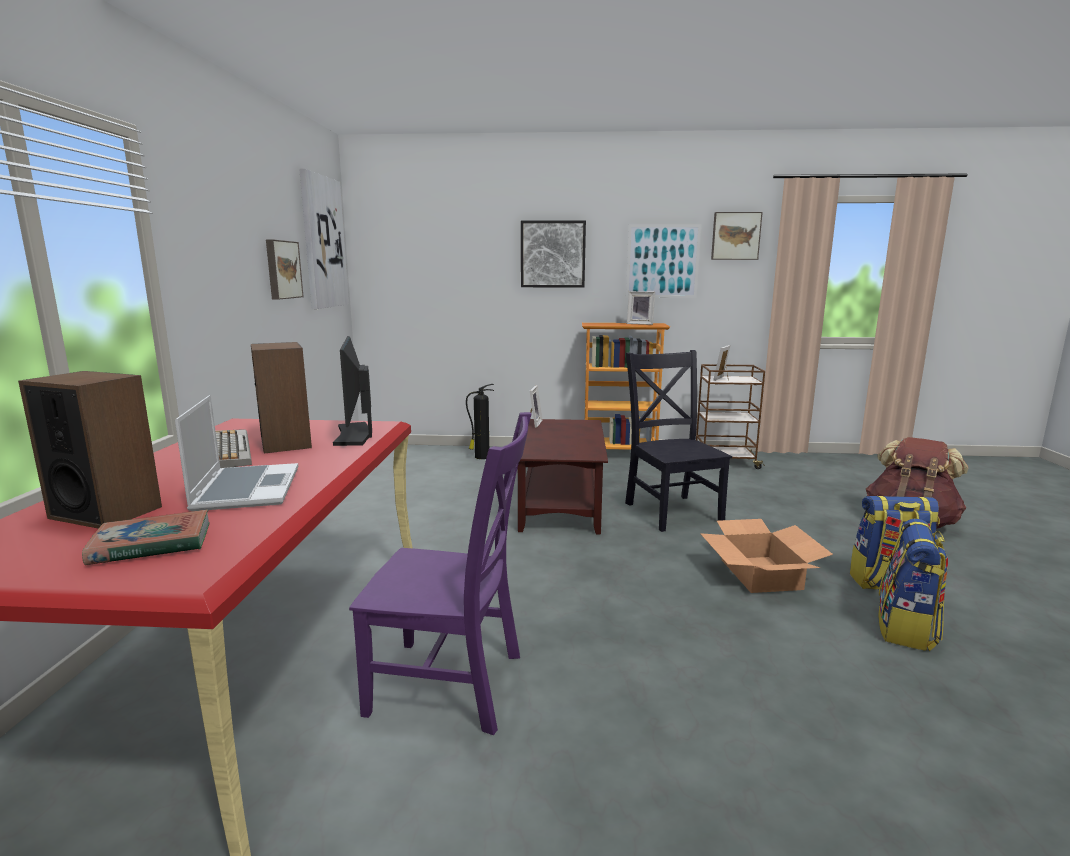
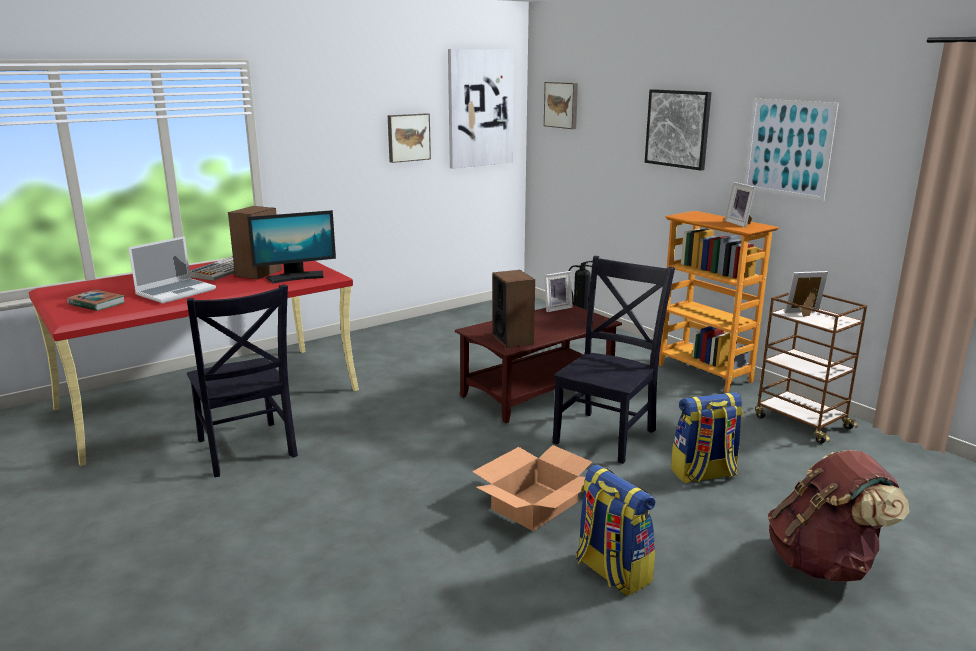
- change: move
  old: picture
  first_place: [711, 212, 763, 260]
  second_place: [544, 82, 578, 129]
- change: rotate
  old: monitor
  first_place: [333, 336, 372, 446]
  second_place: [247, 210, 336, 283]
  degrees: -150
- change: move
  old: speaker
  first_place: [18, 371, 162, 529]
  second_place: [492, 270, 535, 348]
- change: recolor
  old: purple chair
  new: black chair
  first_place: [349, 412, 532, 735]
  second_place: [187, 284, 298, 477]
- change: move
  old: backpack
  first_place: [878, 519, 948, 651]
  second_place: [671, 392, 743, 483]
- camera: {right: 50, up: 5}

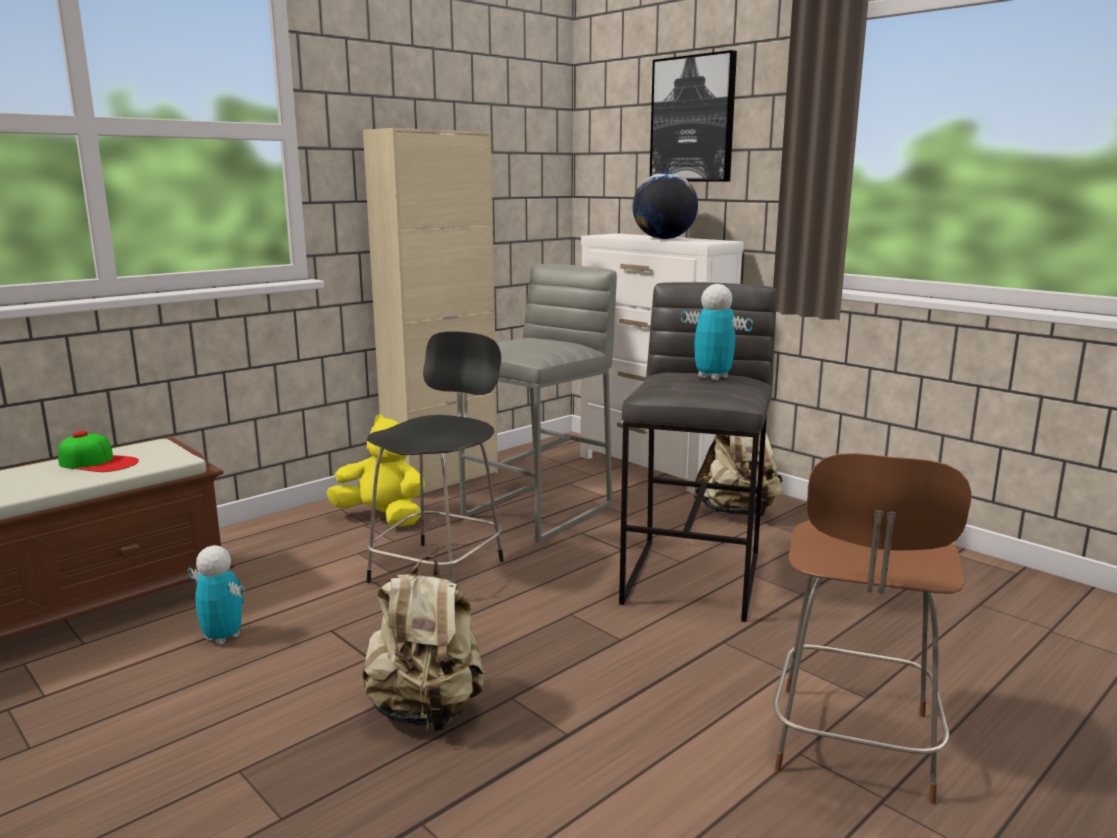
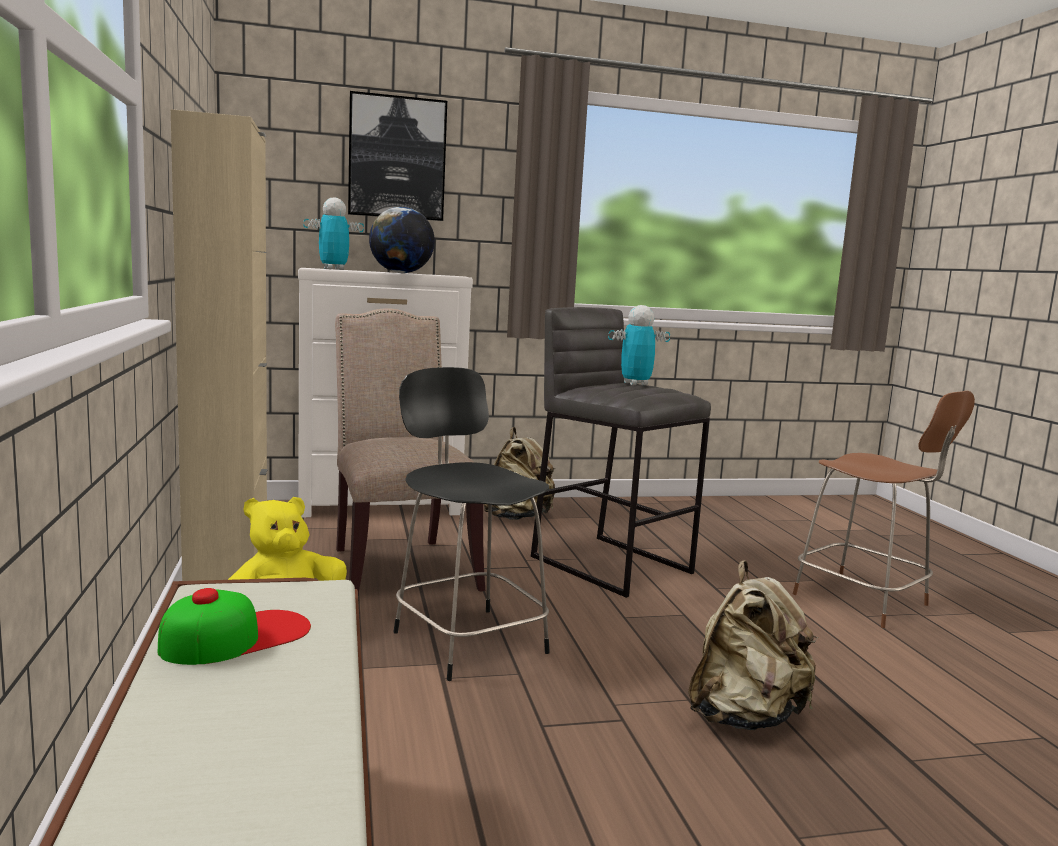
- change: replace
  old: grey stool
  new: beige chair
  first_place: [457, 264, 617, 543]
  second_place: [335, 308, 485, 594]
- change: move
  old: toy robot
  first_place: [188, 545, 246, 645]
  second_place: [303, 197, 364, 270]
- camera: {right: -60, up: -5}

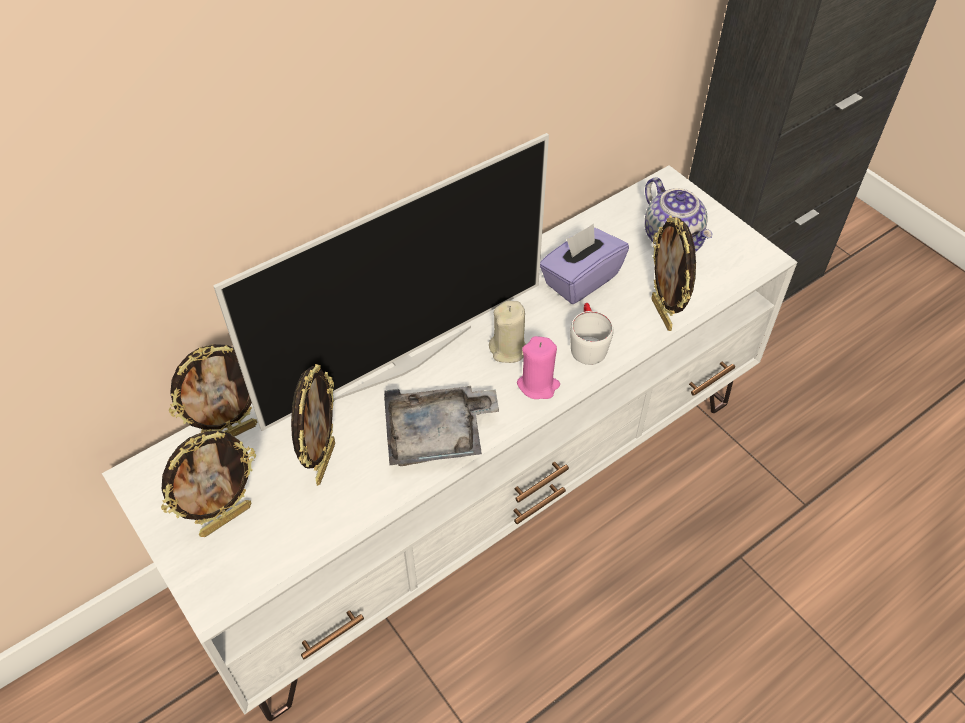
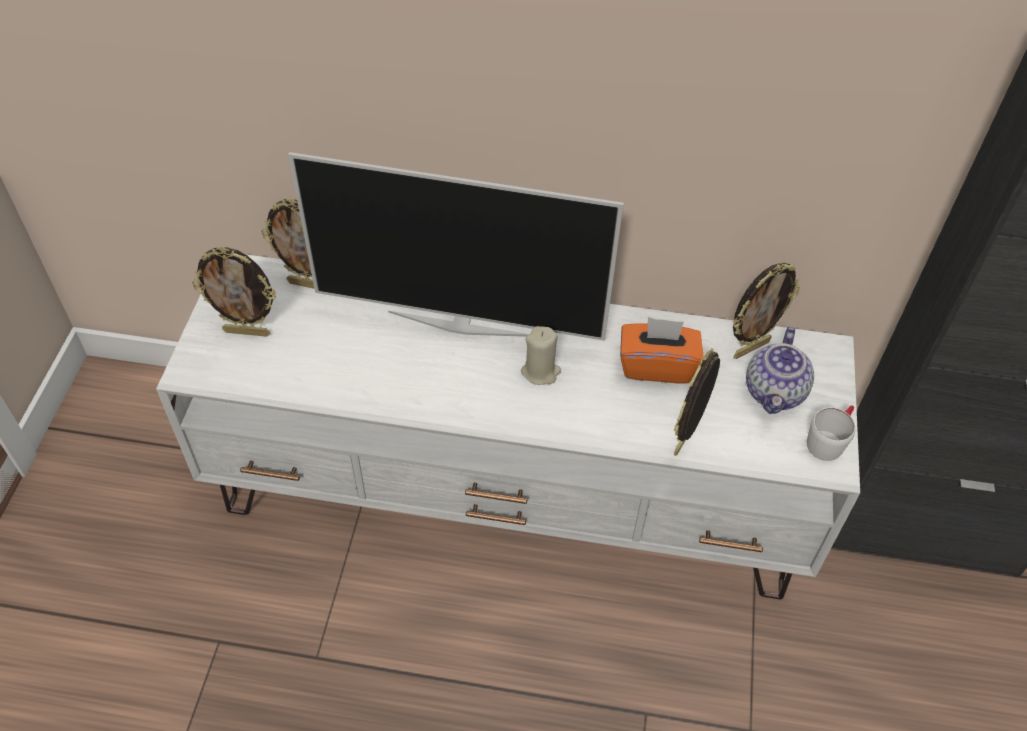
- change: recolor
  old: purple tissue box
  new: orange tissue box
  first_place: [540, 223, 629, 304]
  second_place: [620, 317, 704, 383]
- change: move
  old: white mug
  first_place: [570, 303, 614, 365]
  second_place: [807, 405, 855, 461]
- change: delete
  old: pink candle
  first_place: [517, 336, 560, 399]
- change: move
  old: picture frame
  first_place: [291, 364, 335, 486]
  second_place: [733, 263, 800, 359]
- change: delete
  old: grey tray
  first_place: [384, 386, 499, 466]
- camera: {right: 45, up: 0}

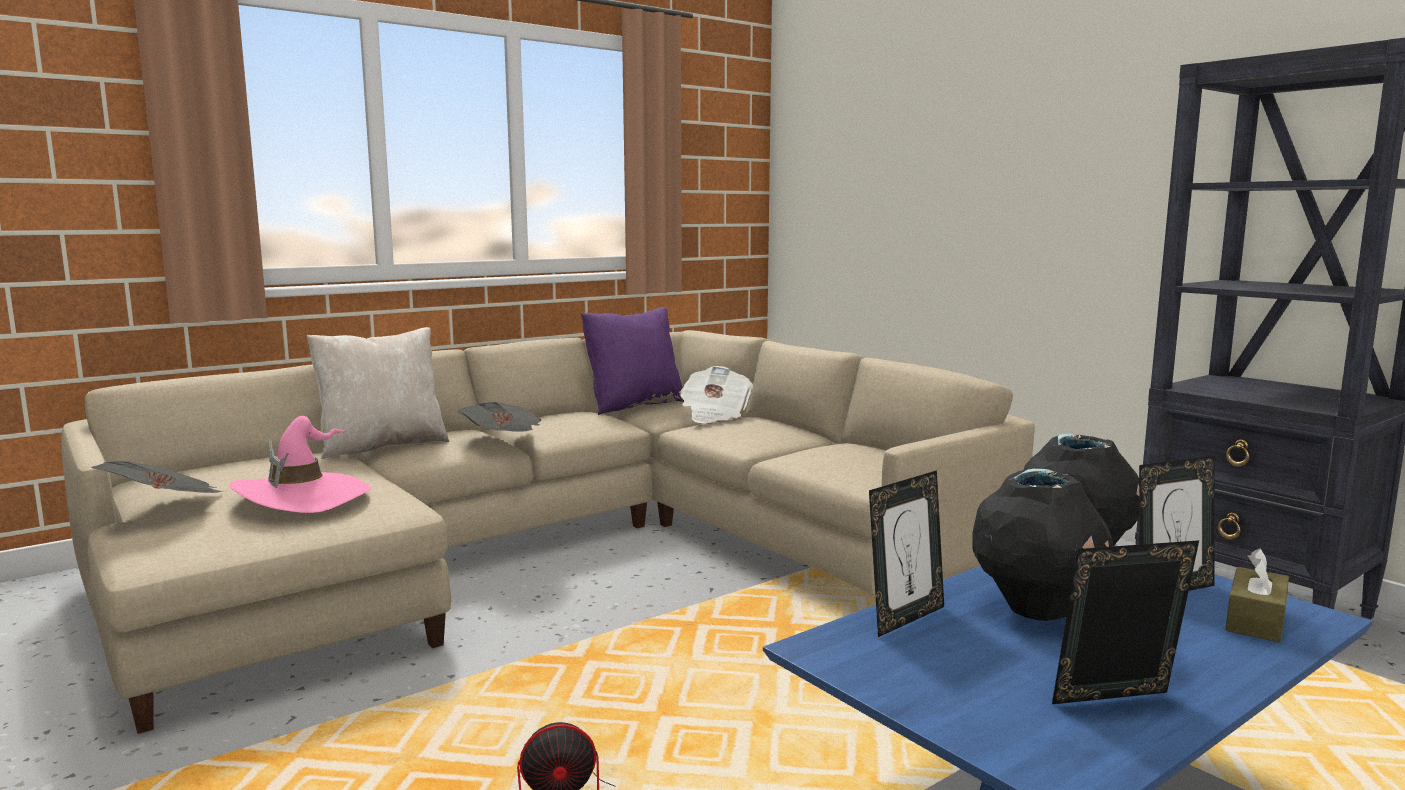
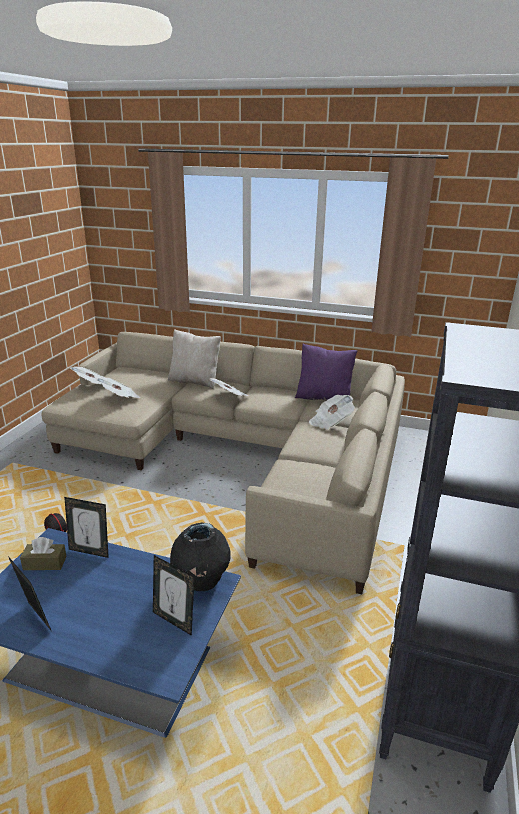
- change: replace
  old: pink hat
  new: newspaper
  first_place: [229, 416, 371, 513]
  second_place: [96, 377, 141, 398]
- change: delete
  old: black vase
  first_place: [972, 469, 1113, 621]
- change: move
  old: brown tissue box
  first_place: [1225, 548, 1289, 643]
  second_place: [20, 537, 67, 570]
- camera: {right: 55, up: 15}

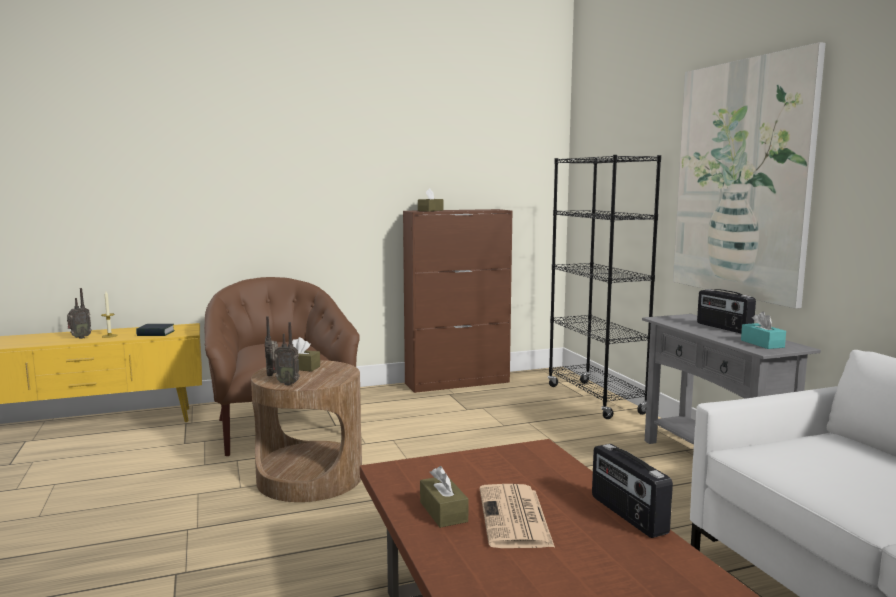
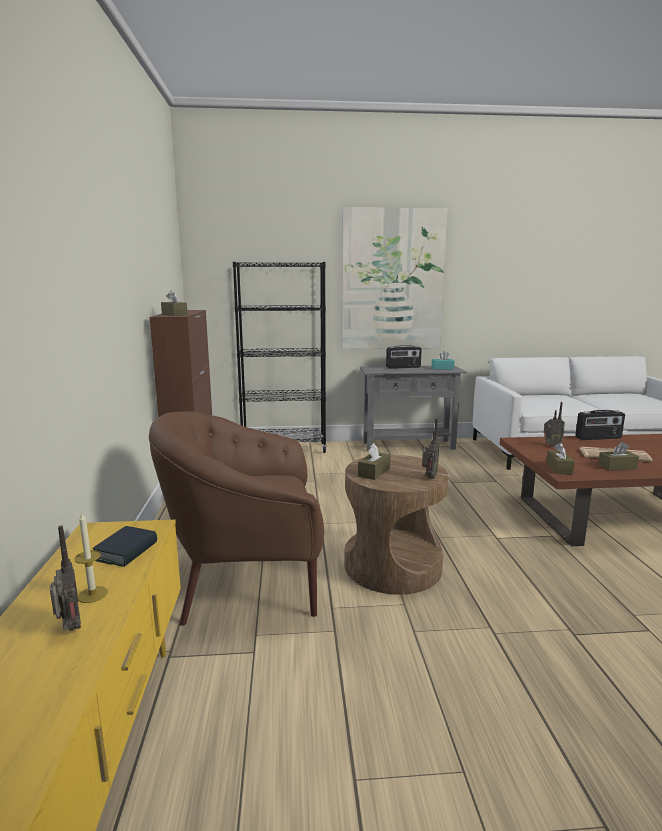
- change: move
  old: radio
  first_place: [265, 316, 278, 376]
  second_place: [544, 402, 565, 447]
- change: insert
  new: brown tissue box
  second_place: [546, 443, 575, 474]
- camera: {right: -75, up: 5}

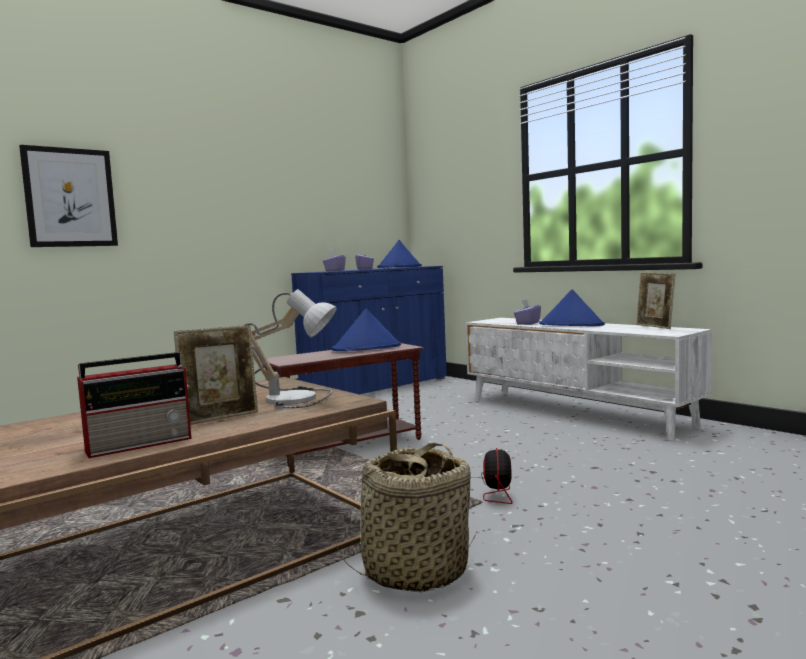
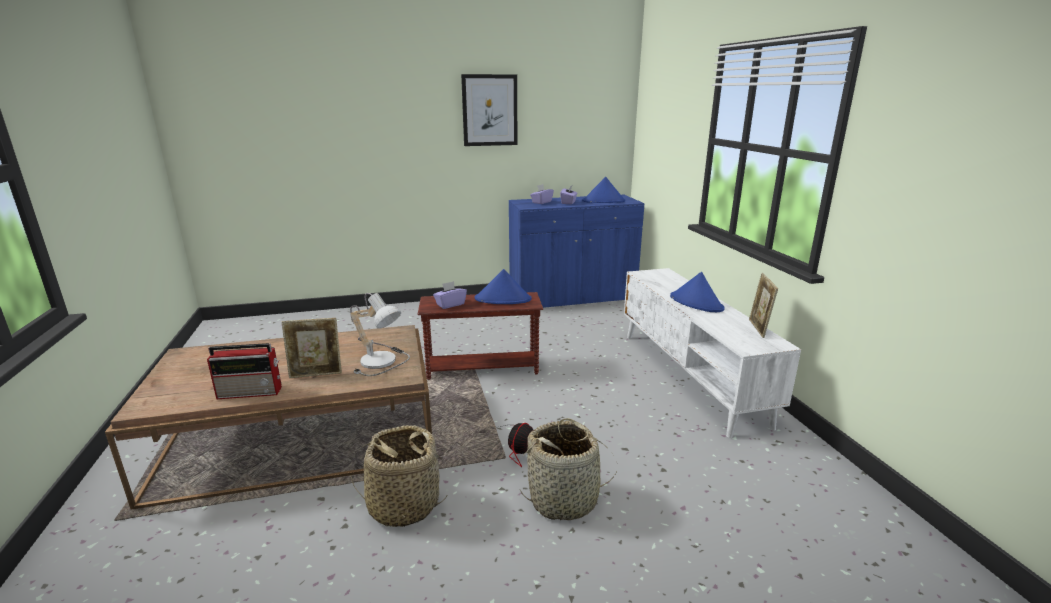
- change: move
  old: picture
  first_place: [19, 145, 118, 247]
  second_place: [461, 74, 517, 146]
- change: move
  old: purple tissue box
  first_place: [514, 299, 541, 325]
  second_place: [433, 281, 467, 309]
- change: insert
  new: basket
  second_place: [520, 418, 617, 520]
- camera: {right: 25, up: 15}

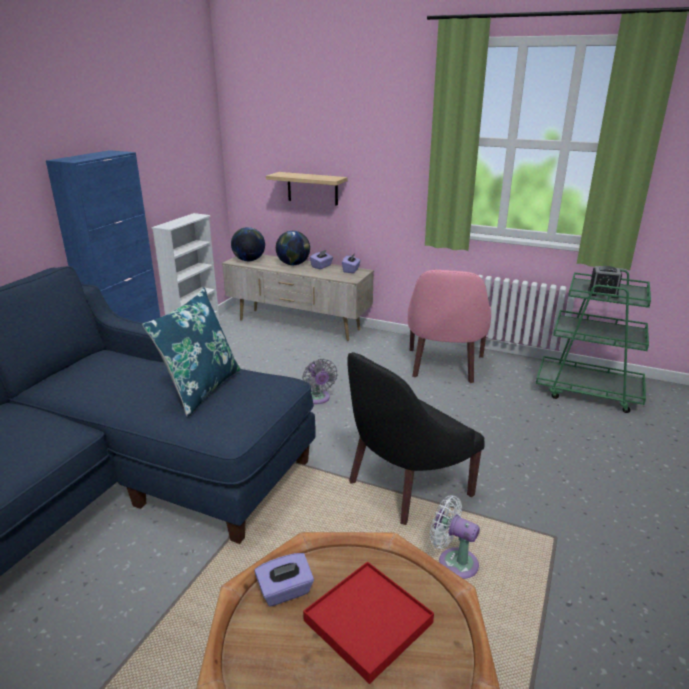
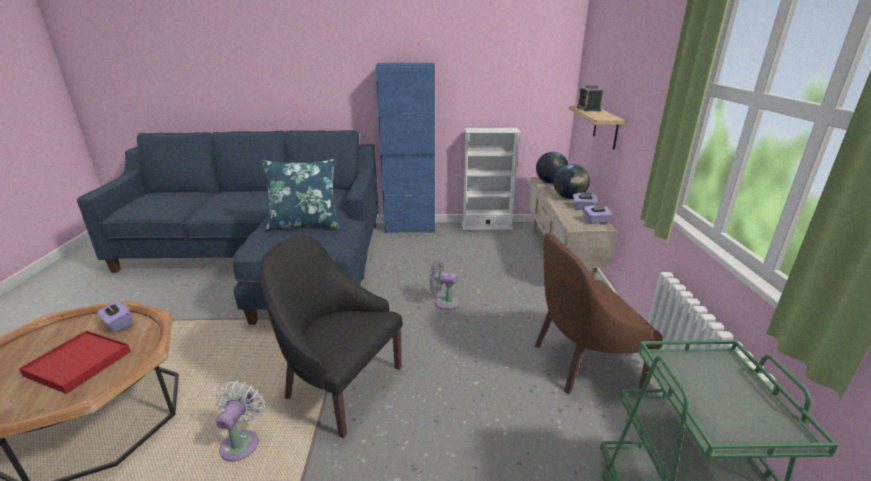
- change: move
  old: alarm clock
  first_place: [588, 266, 622, 298]
  second_place: [577, 85, 604, 111]
- change: recolor
  old: pink armchair
  new: brown armchair
  first_place: [408, 270, 491, 383]
  second_place: [535, 233, 663, 394]
- change: rotate
  old: grey fan
  first_place: [302, 359, 338, 404]
  second_place: [429, 261, 459, 310]
  degrees: 60
- camera: {right: 65, up: 0}

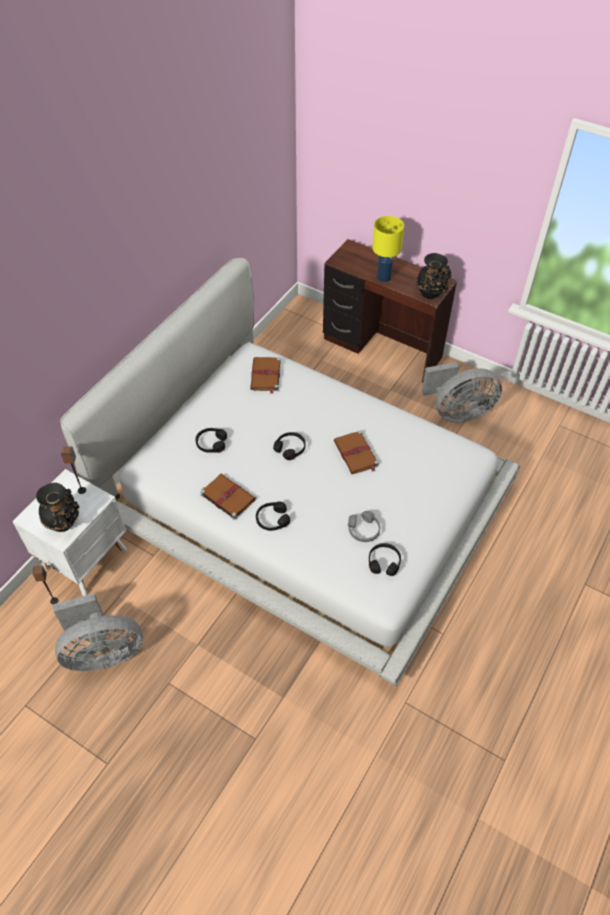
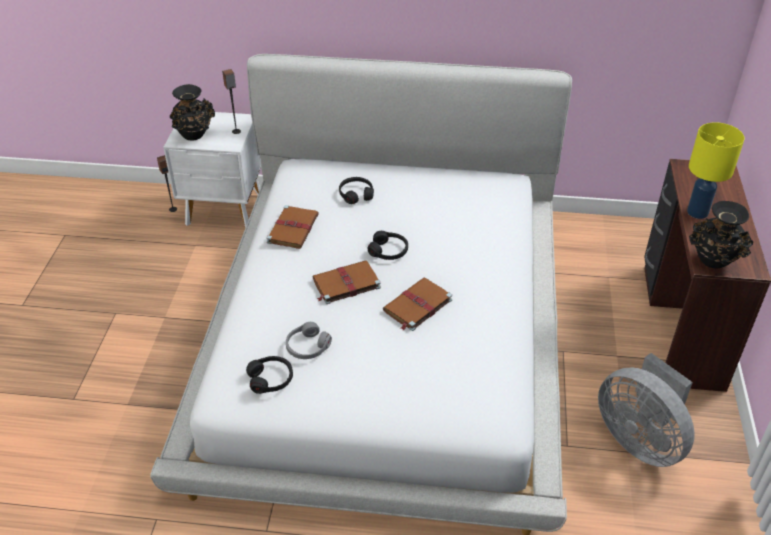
- change: move
  old: brown book
  first_place: [250, 357, 281, 394]
  second_place: [313, 260, 381, 304]
- change: delete
  old: black headphones
  first_place: [256, 502, 290, 531]
- change: delete
  old: grey fan
  first_place: [53, 593, 143, 671]
- camera: {right: 65, up: -10}

